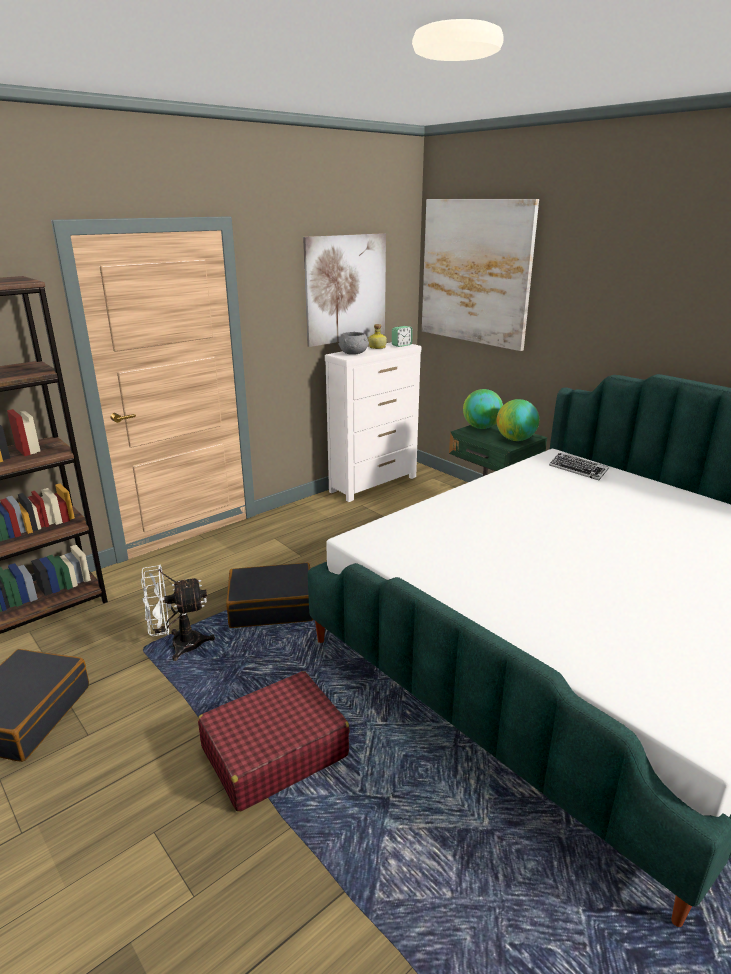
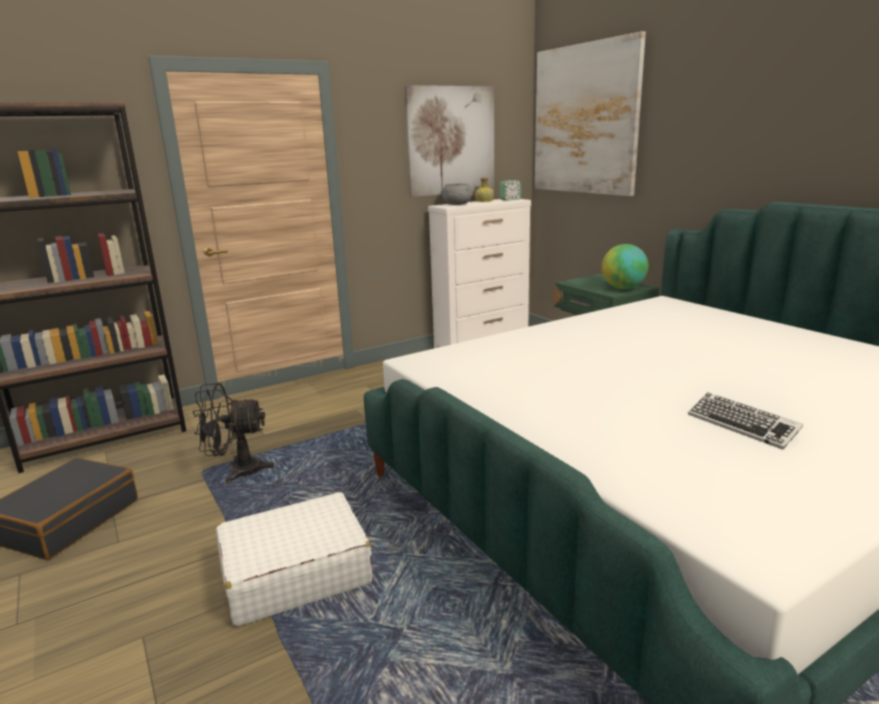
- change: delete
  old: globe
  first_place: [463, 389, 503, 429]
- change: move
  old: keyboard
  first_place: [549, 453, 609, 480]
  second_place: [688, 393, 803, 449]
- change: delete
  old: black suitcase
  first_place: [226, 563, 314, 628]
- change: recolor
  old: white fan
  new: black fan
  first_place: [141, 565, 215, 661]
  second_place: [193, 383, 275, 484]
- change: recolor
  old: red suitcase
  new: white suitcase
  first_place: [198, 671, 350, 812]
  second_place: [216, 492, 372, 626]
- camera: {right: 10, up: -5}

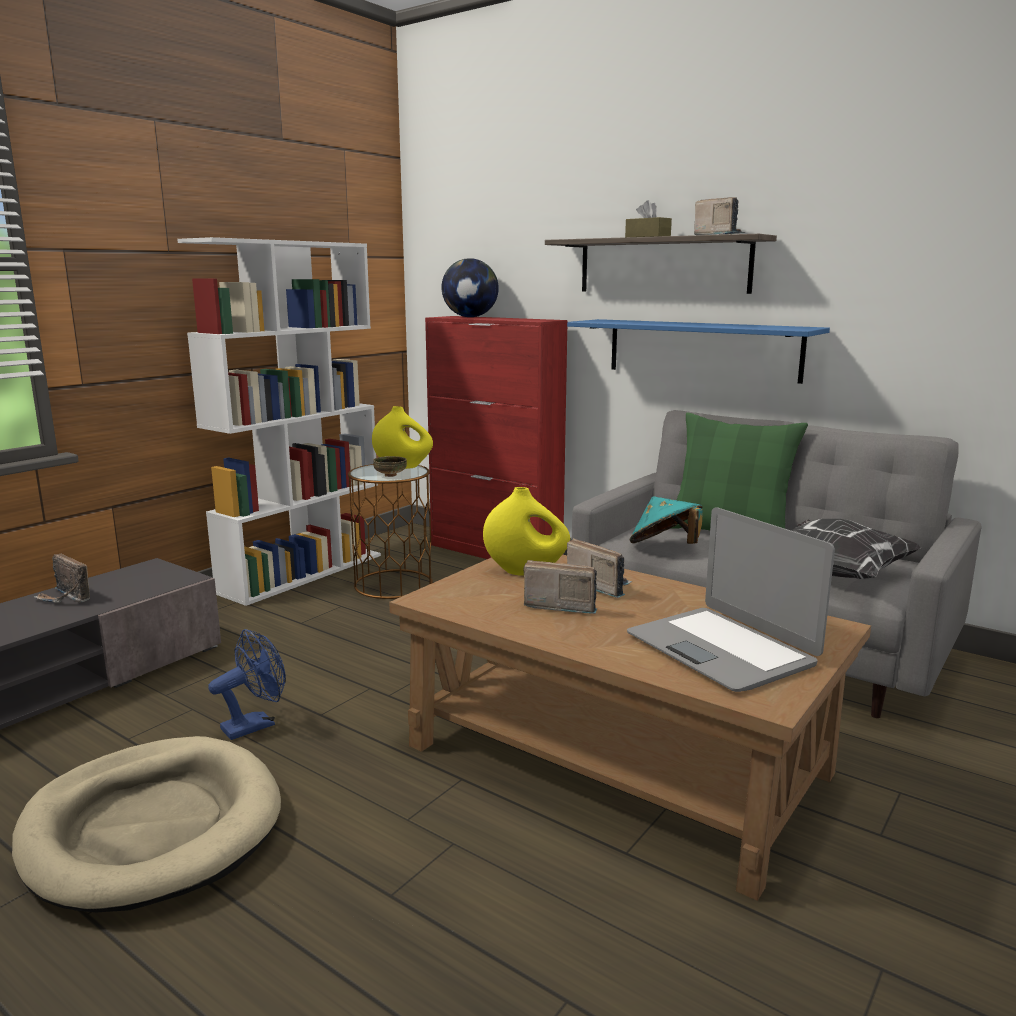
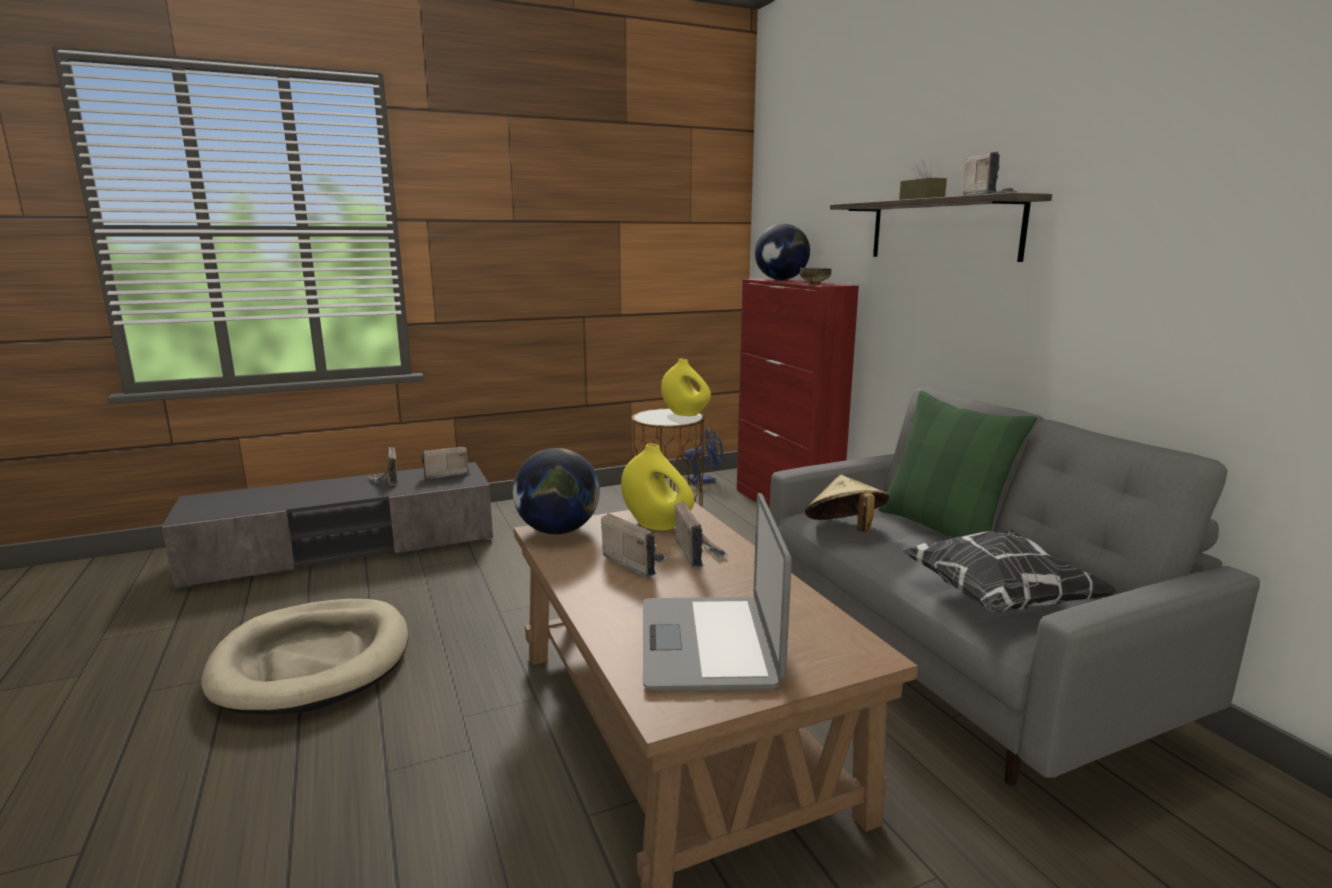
- change: delete
  old: white bookcase
  first_place: [177, 237, 381, 606]
- change: delete
  old: blue shelf
  first_place: [567, 319, 830, 384]
- change: move
  old: bowl
  first_place: [373, 456, 407, 477]
  second_place: [800, 268, 831, 284]
- change: recolor
  old: turquoise hat
  new: beige hat
  first_place: [630, 496, 703, 544]
  second_place: [805, 475, 889, 532]
- change: move
  old: blue fan
  first_place: [208, 629, 286, 740]
  second_place: [684, 428, 723, 484]
- change: insert
  new: radio
  second_place: [422, 447, 470, 479]
- change: insert
  new: globe
  second_place: [513, 448, 600, 534]
- camera: {right: 30, up: 0}

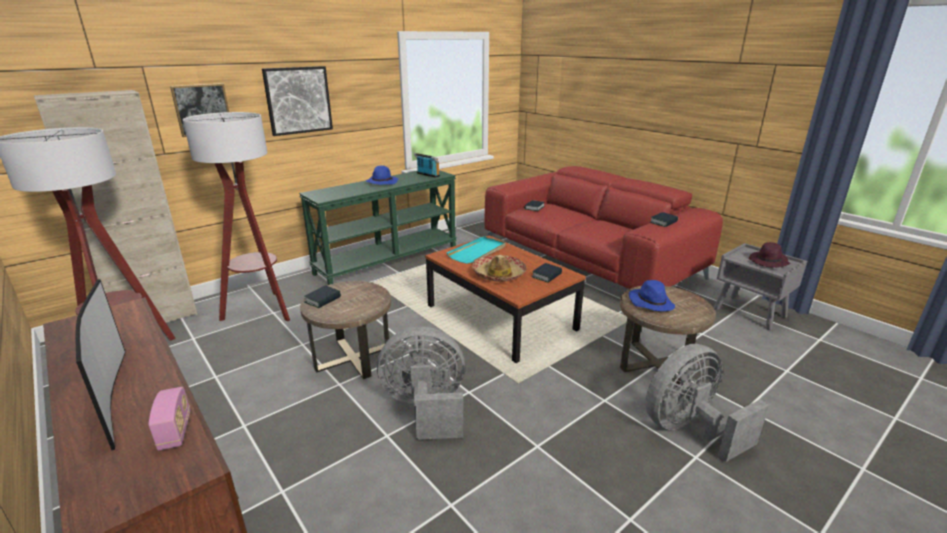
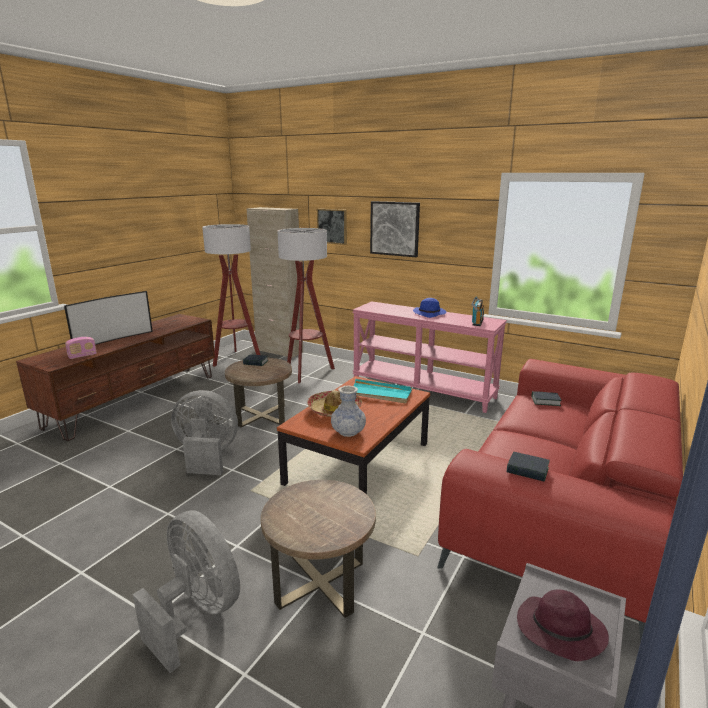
- change: recolor
  old: green console table
  new: pink console table
  first_place: [299, 170, 457, 285]
  second_place: [352, 301, 507, 413]
- change: replace
  old: book
  new: vase
  first_place: [532, 263, 562, 283]
  second_place: [331, 386, 366, 437]
- change: delete
  old: blue hat
  first_place: [629, 280, 675, 311]
- change: rotate
  old: grey fan
  first_place: [377, 327, 465, 440]
  second_place: [171, 390, 238, 475]
  degrees: -60
- camera: {right: 70, up: -5}

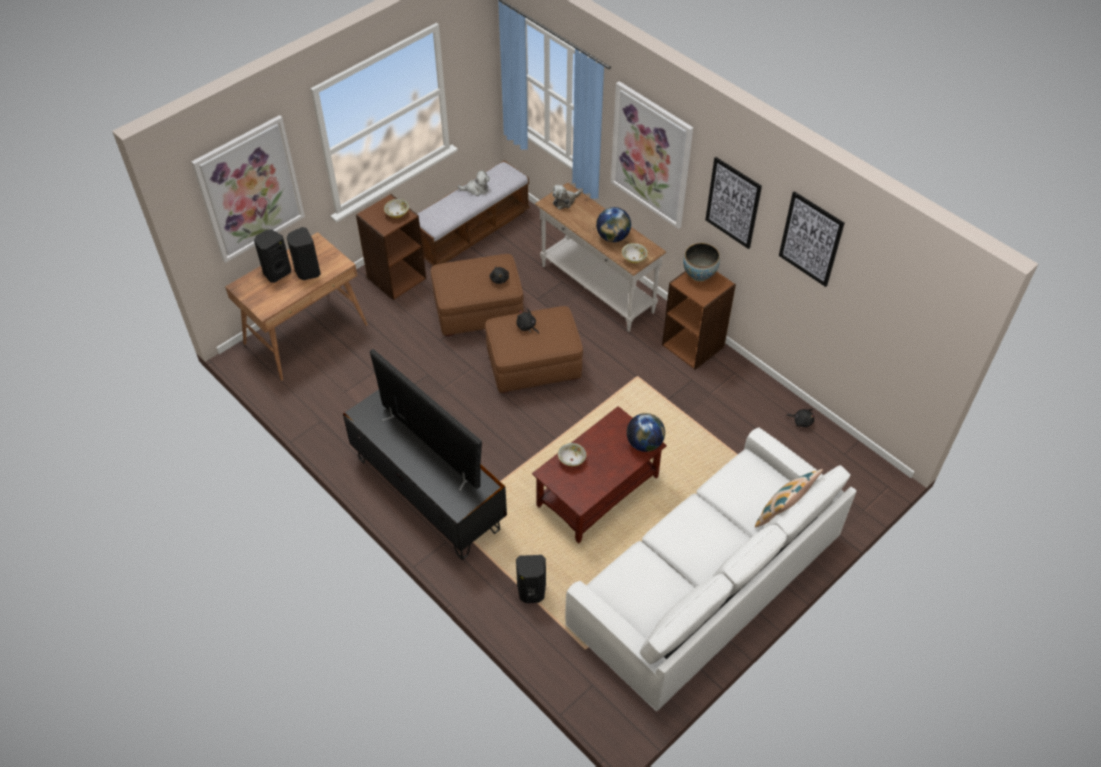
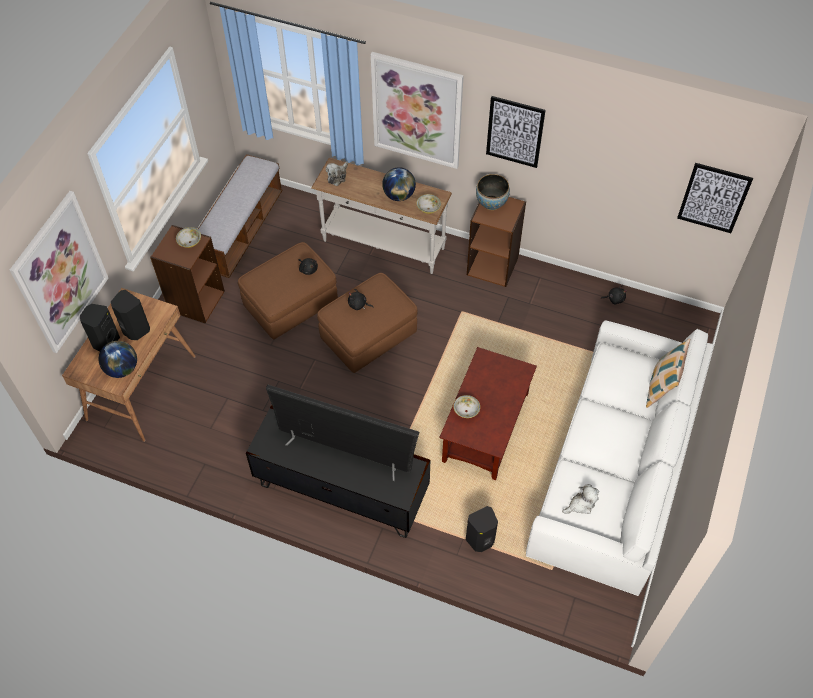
- change: move
  old: plush toy
  first_place: [458, 170, 490, 196]
  second_place: [562, 484, 599, 514]
- change: move
  old: picture
  first_place: [779, 191, 844, 287]
  second_place: [677, 163, 753, 233]
- change: move
  old: globe
  first_place: [627, 413, 665, 452]
  second_place: [99, 341, 137, 378]
- camera: {right: -25, up: 5}

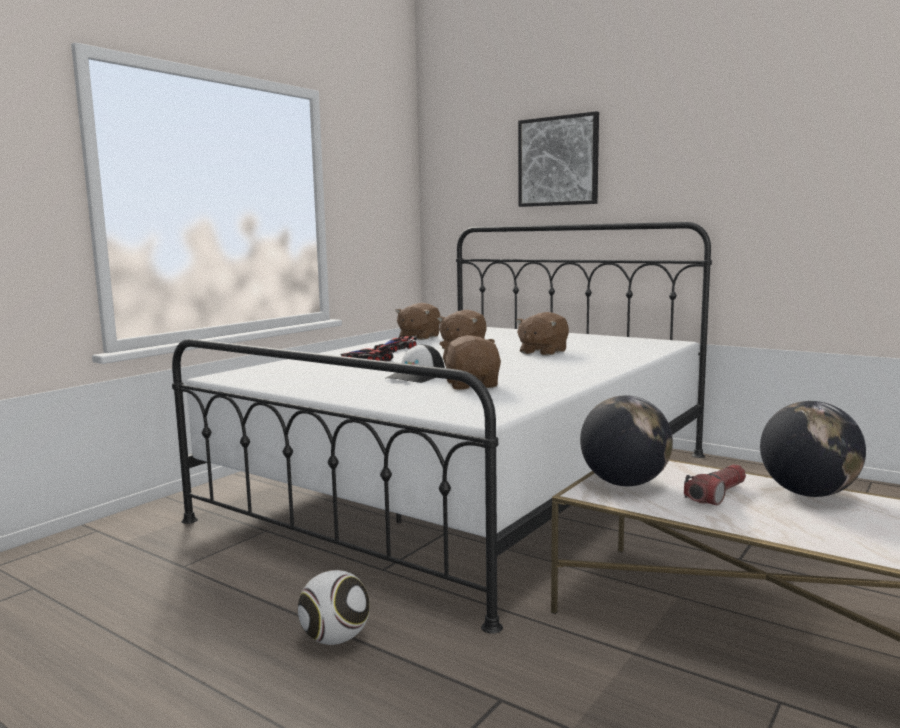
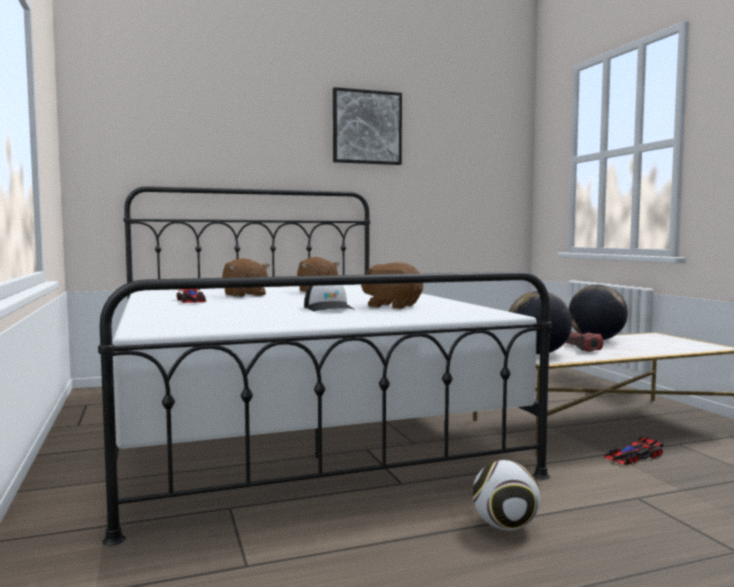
- change: move
  old: picture
  first_place: [518, 111, 599, 207]
  second_place: [333, 87, 402, 165]
- change: delete
  old: brown plush toy
  first_place: [395, 303, 441, 340]
- change: move
  old: toy car
  first_place: [340, 348, 395, 361]
  second_place: [604, 437, 663, 465]
- camera: {right: -55, up: -5}

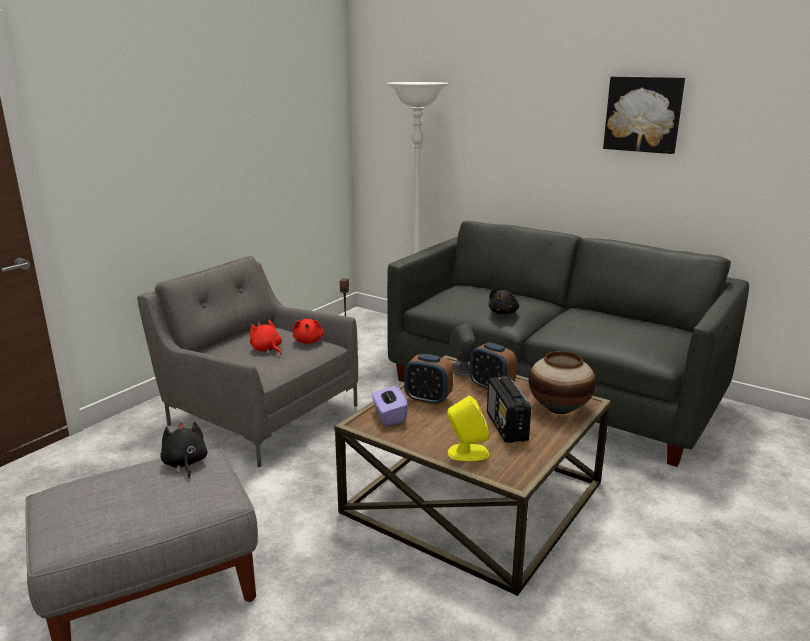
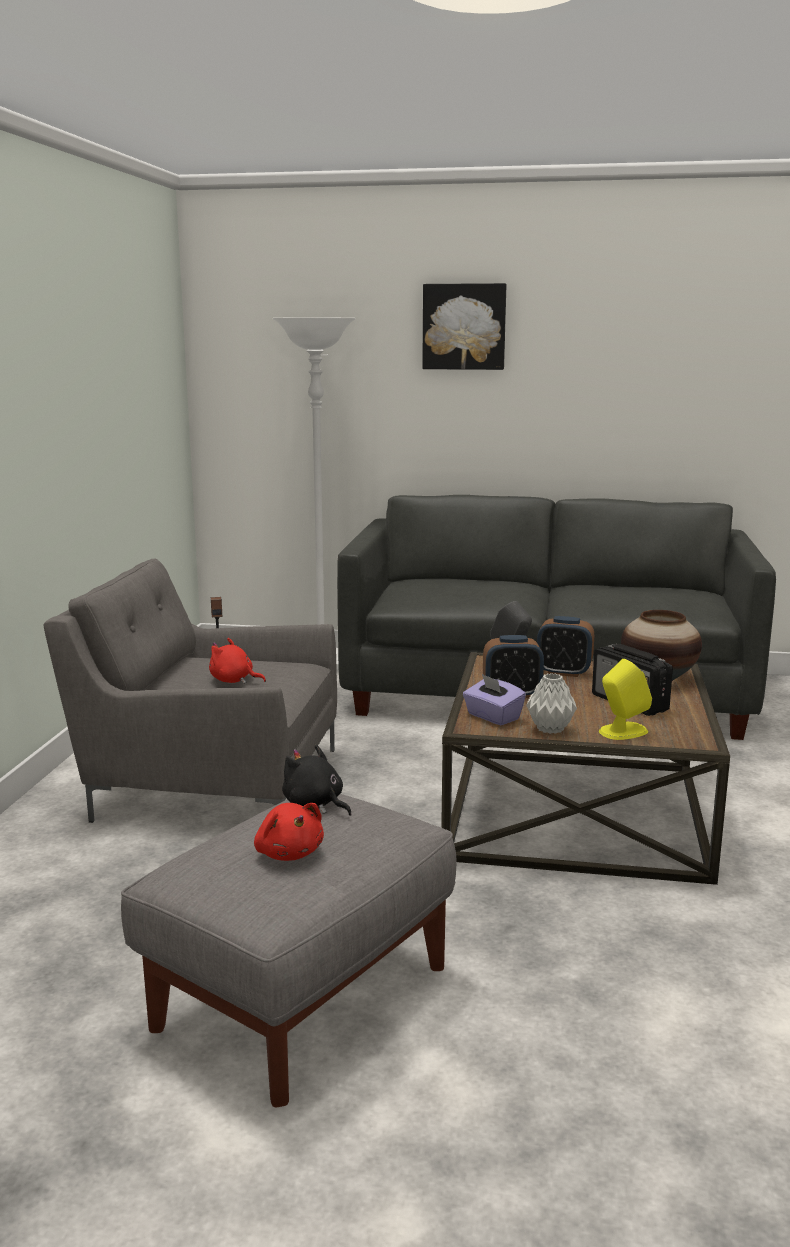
- change: move
  old: picture
  first_place: [603, 76, 685, 154]
  second_place: [422, 283, 506, 370]
- change: delete
  old: black plush toy
  first_place: [489, 289, 519, 314]
- change: move
  old: red plush toy
  first_place: [293, 319, 324, 344]
  second_place: [254, 803, 324, 861]
- change: insert
  new: grey vase
  second_place: [526, 673, 577, 734]
- camera: {right: -25, up: -5}

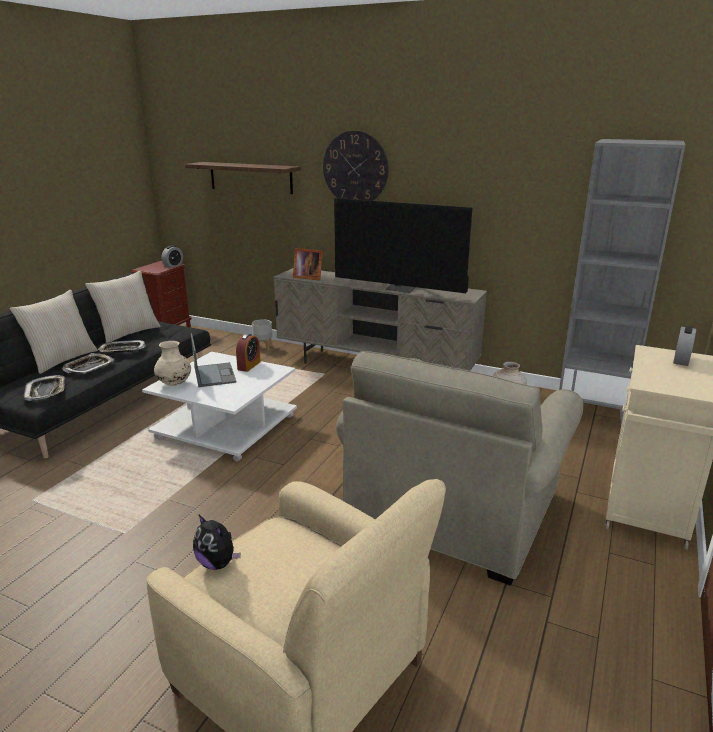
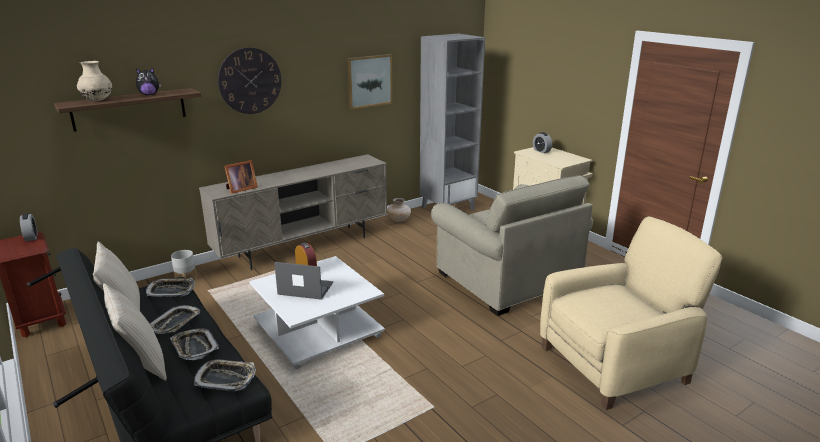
- change: delete
  old: television
  first_place: [334, 198, 472, 293]
- change: move
  old: beige vase
  first_place: [154, 341, 191, 386]
  second_place: [77, 61, 112, 101]
- change: move
  old: plush toy
  first_place: [193, 515, 241, 570]
  second_place: [136, 68, 161, 95]
- change: insert
  new: picture
  second_place: [347, 54, 393, 110]
- change: insert
  new: tray
  second_place: [146, 278, 195, 297]
- camera: {right: -60, up: 0}

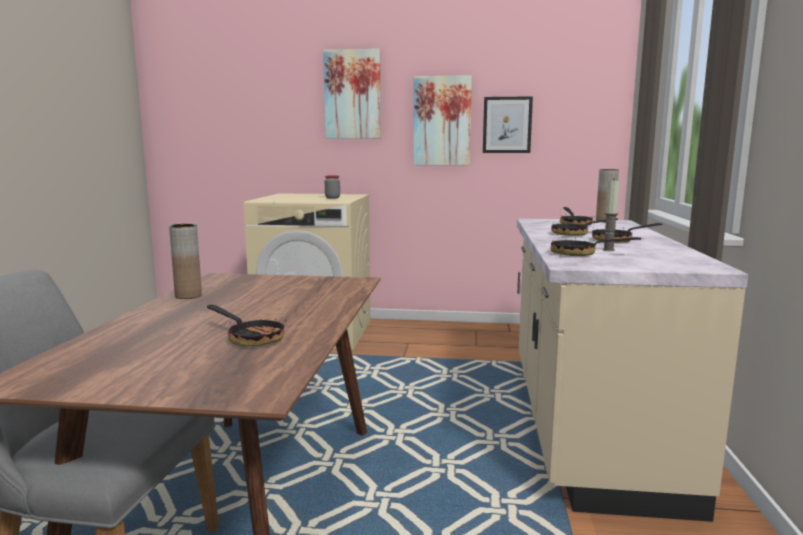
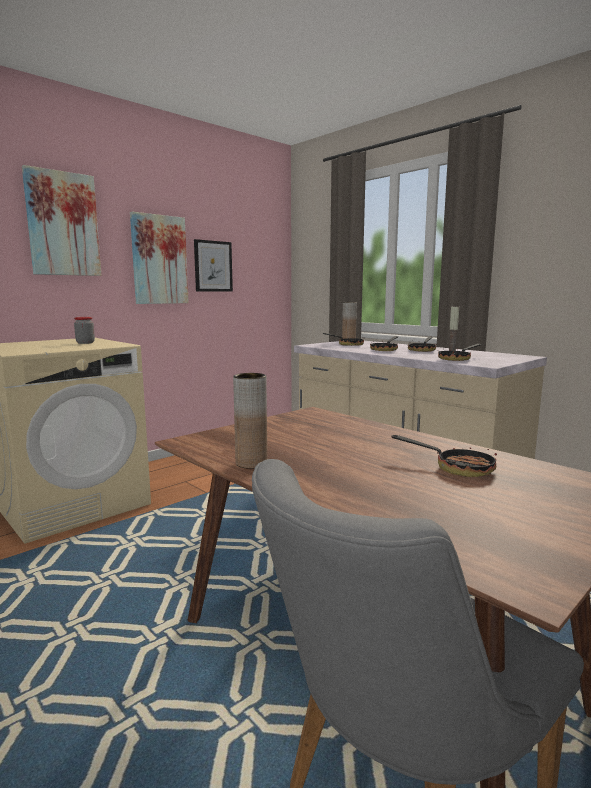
- change: rotate
  old: frying pan
  first_place: [207, 305, 286, 347]
  second_place: [391, 435, 498, 477]
  degrees: 45
- camera: {right: -50, up: 0}

